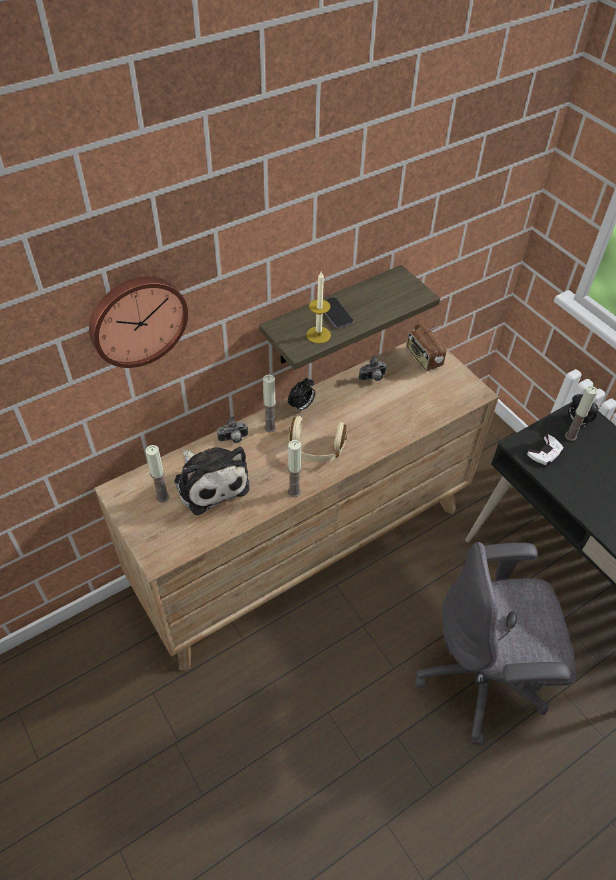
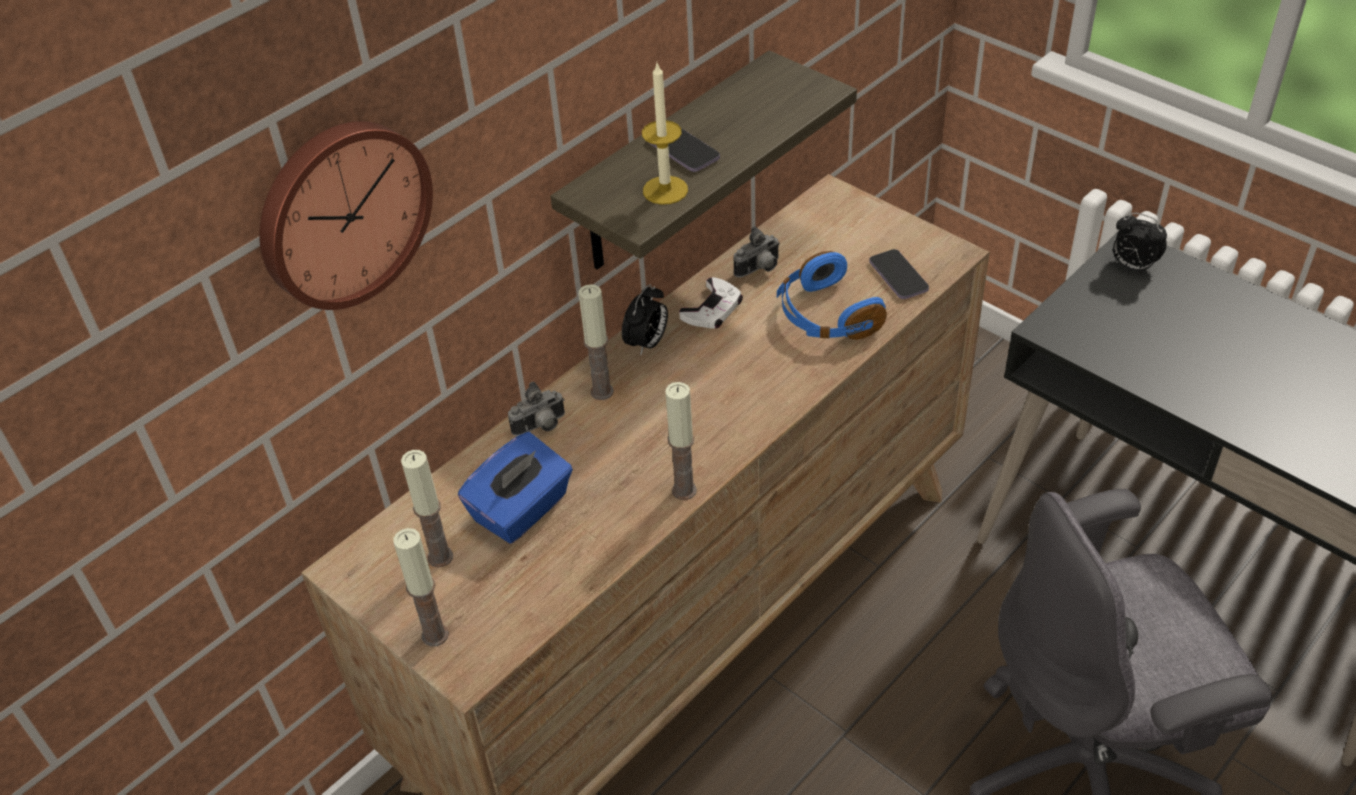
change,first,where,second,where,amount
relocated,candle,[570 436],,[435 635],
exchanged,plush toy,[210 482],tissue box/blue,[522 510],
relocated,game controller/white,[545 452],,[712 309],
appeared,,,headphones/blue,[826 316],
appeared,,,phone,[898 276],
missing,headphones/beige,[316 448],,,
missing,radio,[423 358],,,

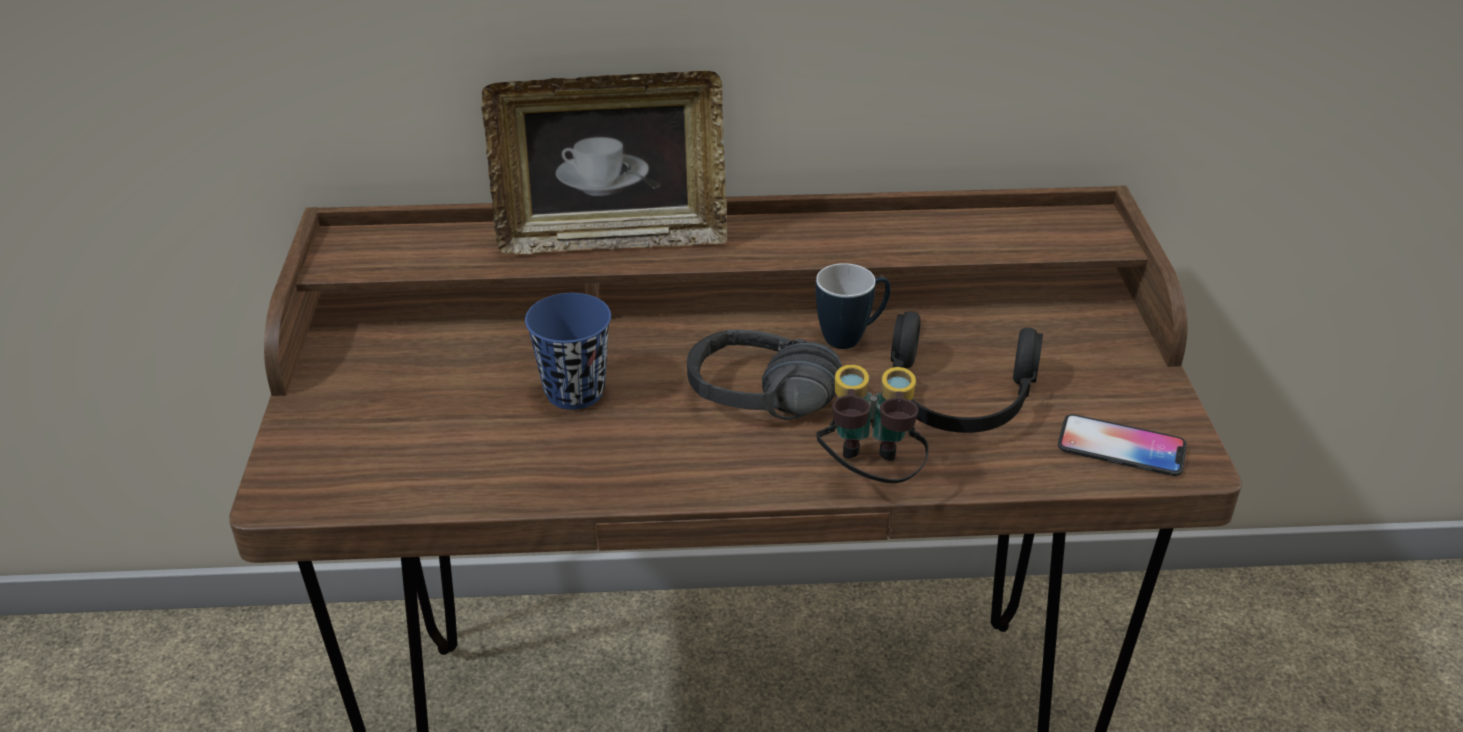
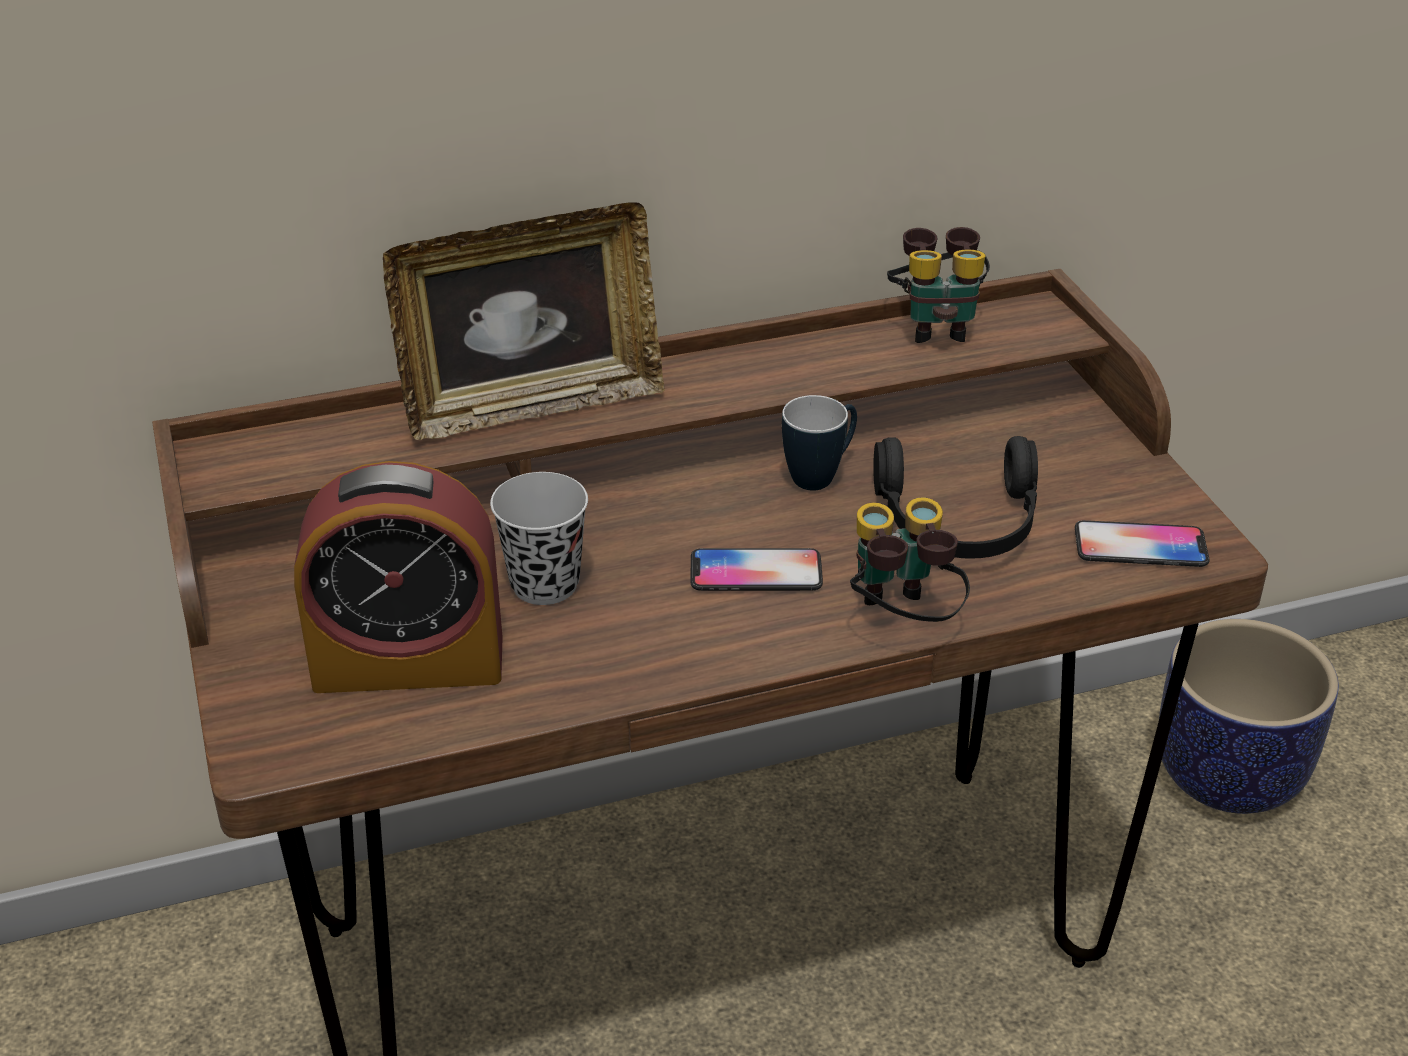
change,first,where,second,where,amount
appeared,,,alarm clock,[408 662],
colour,cup/blue,[574 392],cup/black,[545 584],
exchanged,headphones/black,[758 412],phone,[756 572],
appeared,,,binoculars,[936 326],
appeared,,,planter,[1230 776],

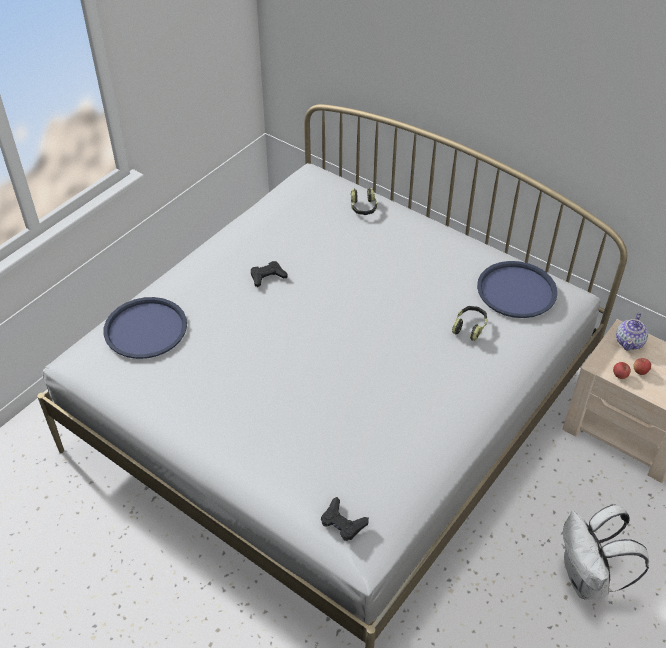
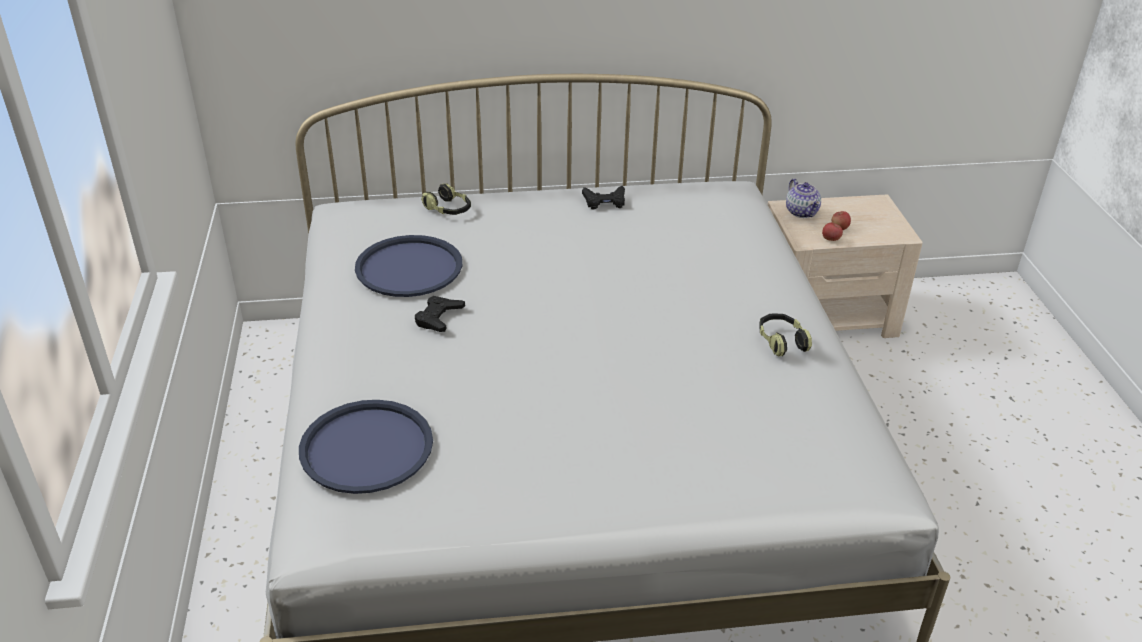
change,first,where,second,where,amount
relocated,tray/blue,[516 290],,[409 268],
relocated,game controller/black,[342 522],,[604 201],
relocated,headphones,[469 327],,[781 341],
missing,backpack/white,[588 579],,,

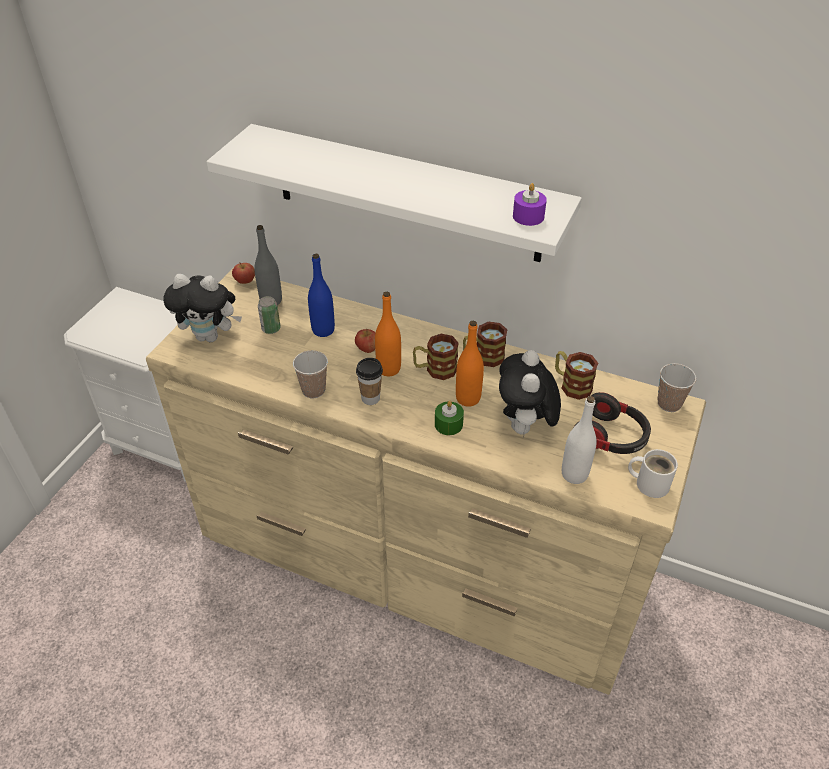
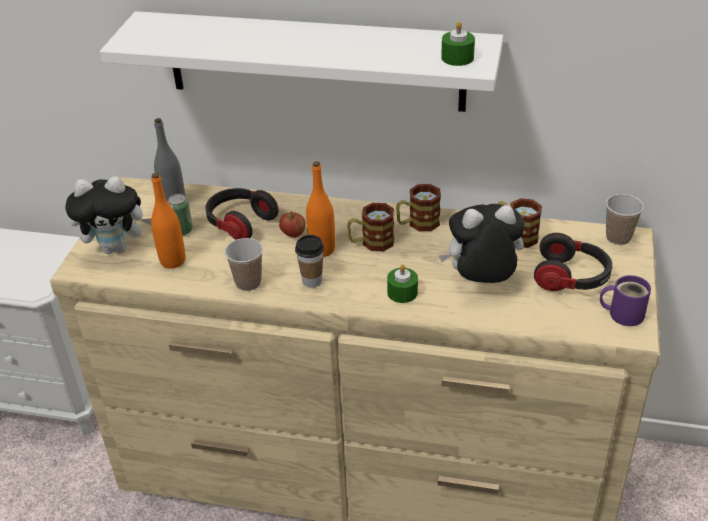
change,first,where,second,where,amount
relocated,bottle/orange,[468 398],,[173 261],
exchanged,bottle/blue,[323 330],headphones,[240 223],
spun,plush toy,[524 427],,[481 282],90 degrees clockwise
colour,candle/purple,[528 216],candle/green,[457 58],
colour,mug/white,[649 483],mug/purple,[623 313],
missing,apple,[245 281],,,
missing,bottle/white,[574 474],,,

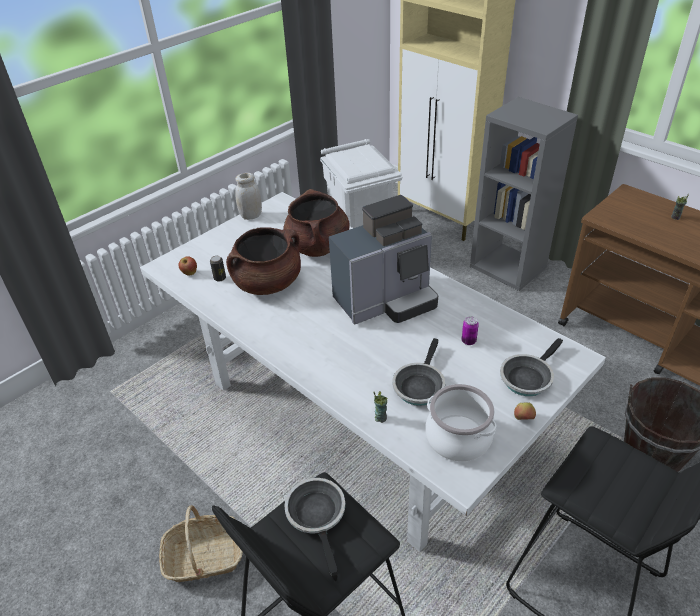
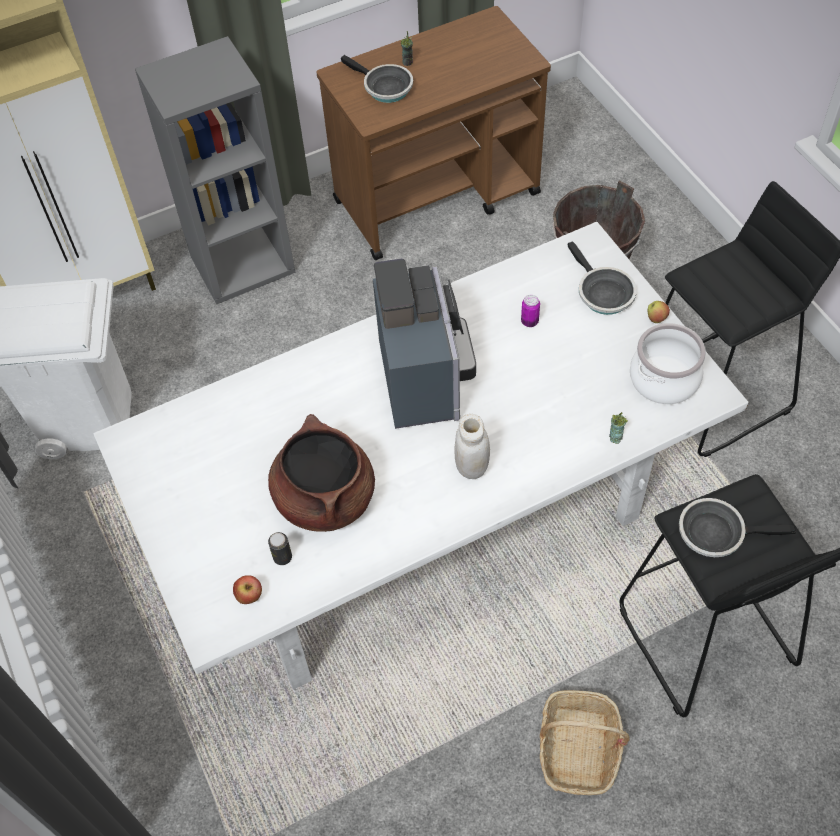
change,first,where,second,where,amount
relocated,frying pan,[419 385],,[384 87],
relocated,jar/white,[251 216],,[471 467],
missing,cooking pot/brown,[318 247],,,

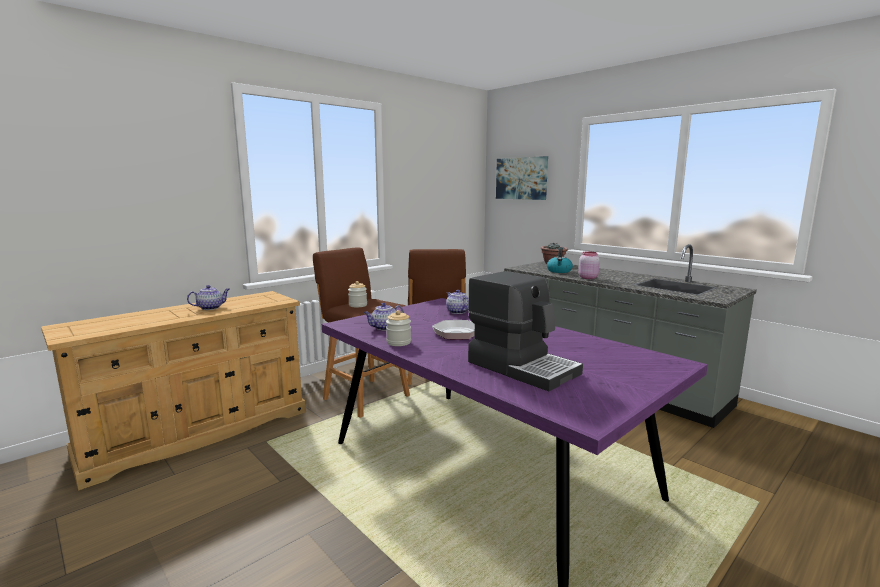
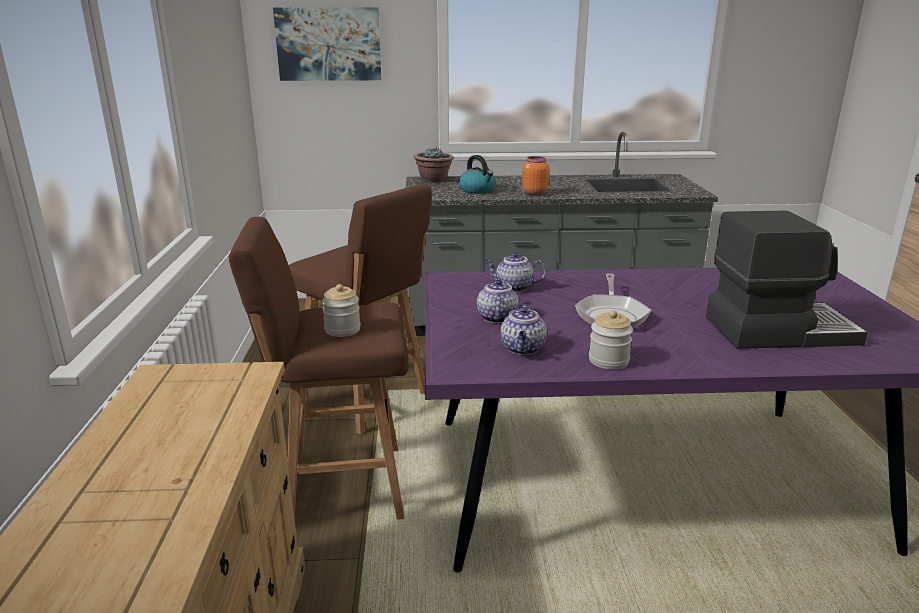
change,first,where,second,where,amount
relocated,teapot,[211 308],,[496 317],
colour,jar/pink,[587 278],jar/orange,[533 193],

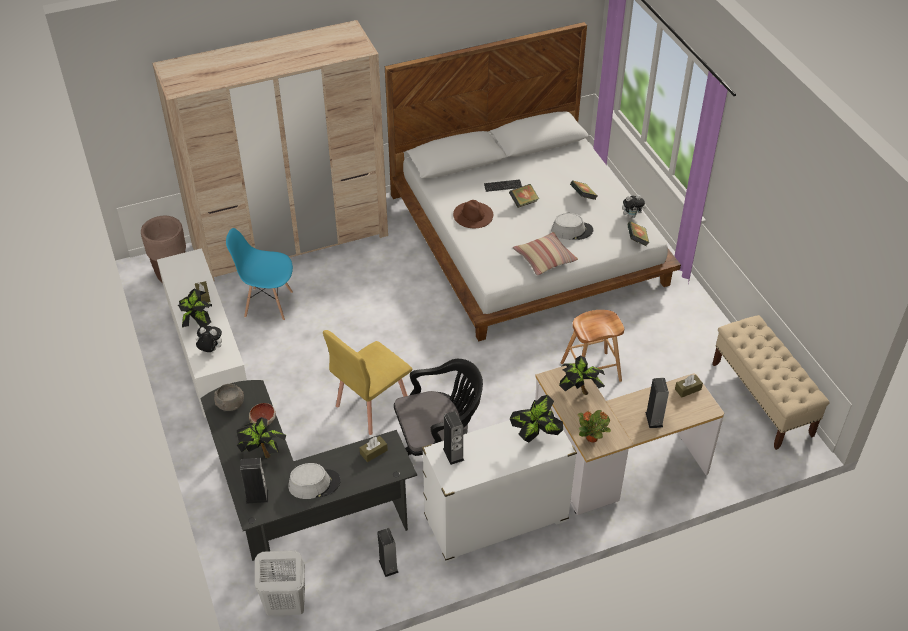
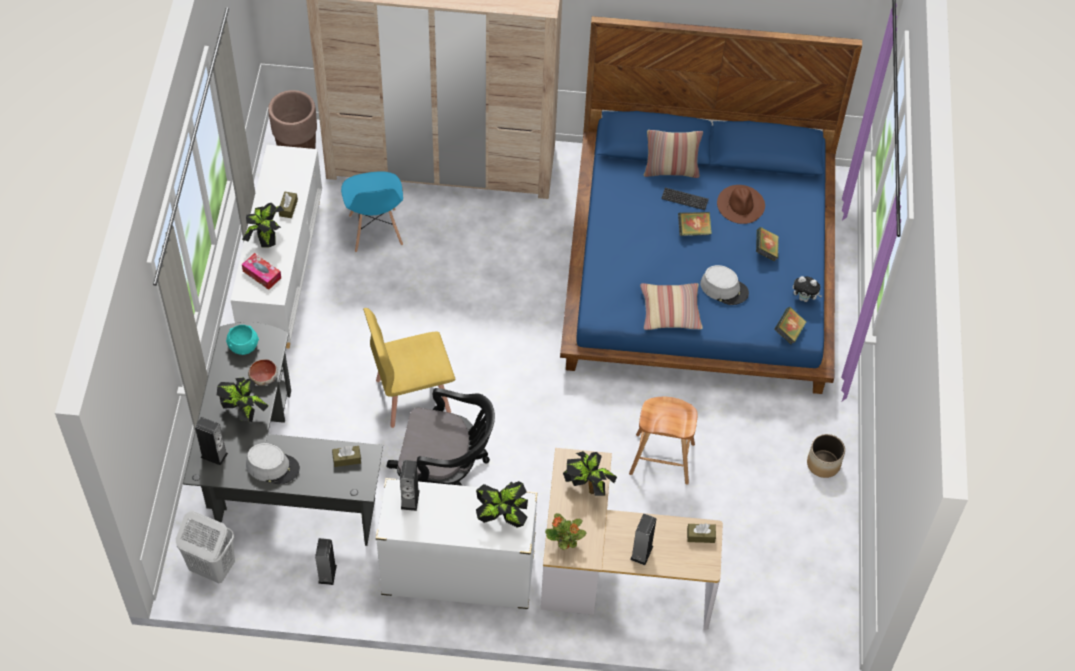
change,first,where,second,where,amount
colour,bowl/grey,[230 404],bowl/turquoise,[243 345],
exchanged,plush toy,[210 350],tissue box,[262 274],
spun,chair/blue,[268 304],,[375 231],135 degrees counterclockwise
colour,bed/white,[528 239],bed/blue,[700 267],
appeared,,,pillow,[671 170],
relocated,hat/brown,[473 215],,[741 204],
appeared,,,planter,[823 464],
missing,bench/beige,[762 399],,,

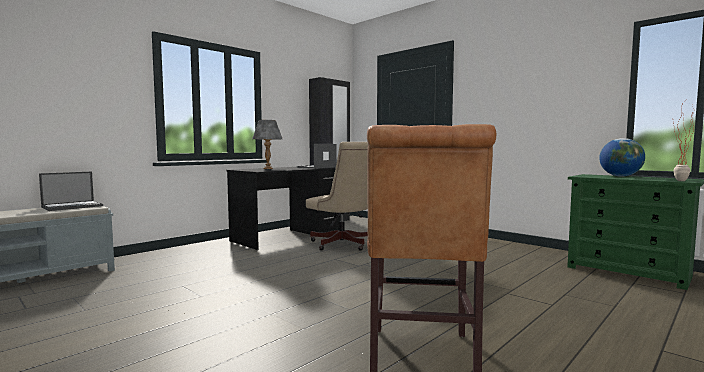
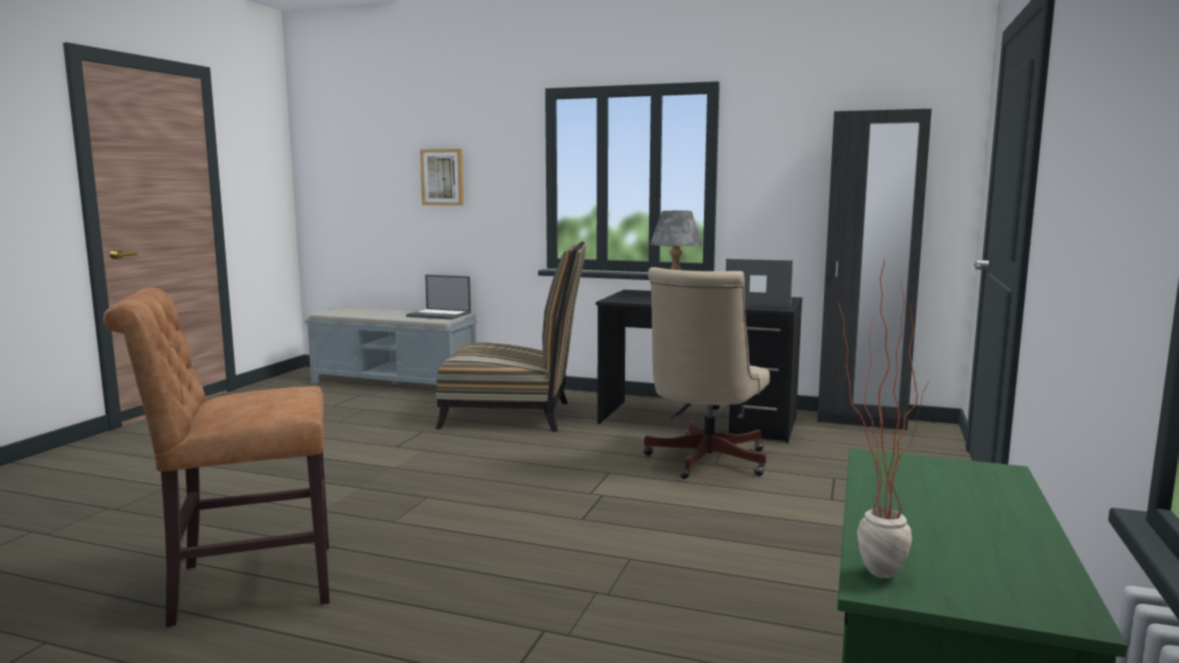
change,first,where,second,where,amount
appeared,,,picture,[442 177],
appeared,,,chair,[515 415],
missing,globe,[620 176],,,

